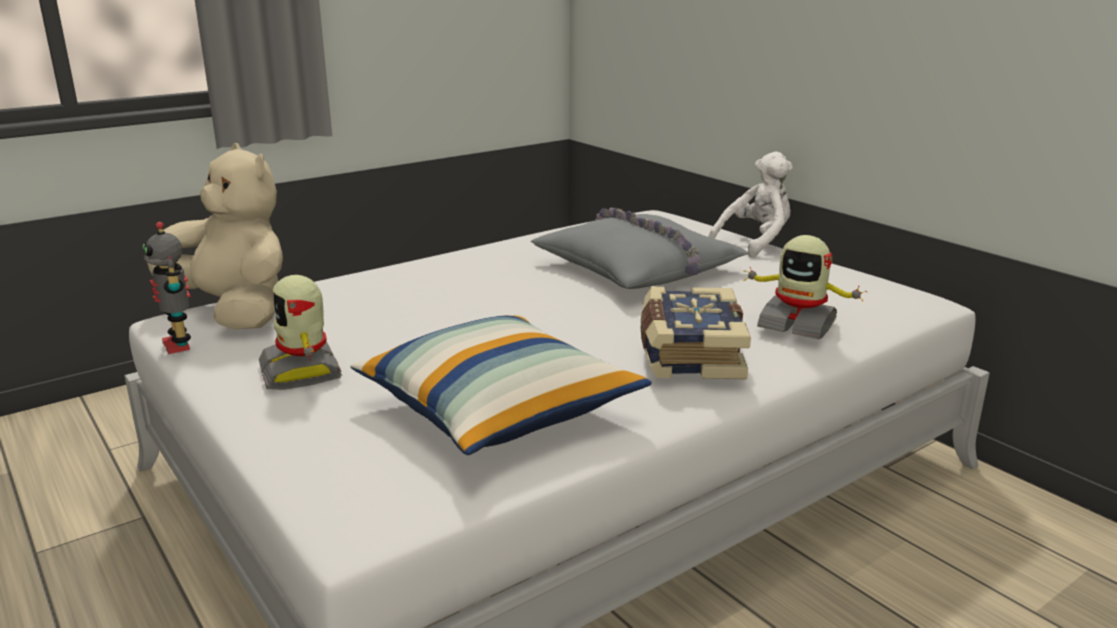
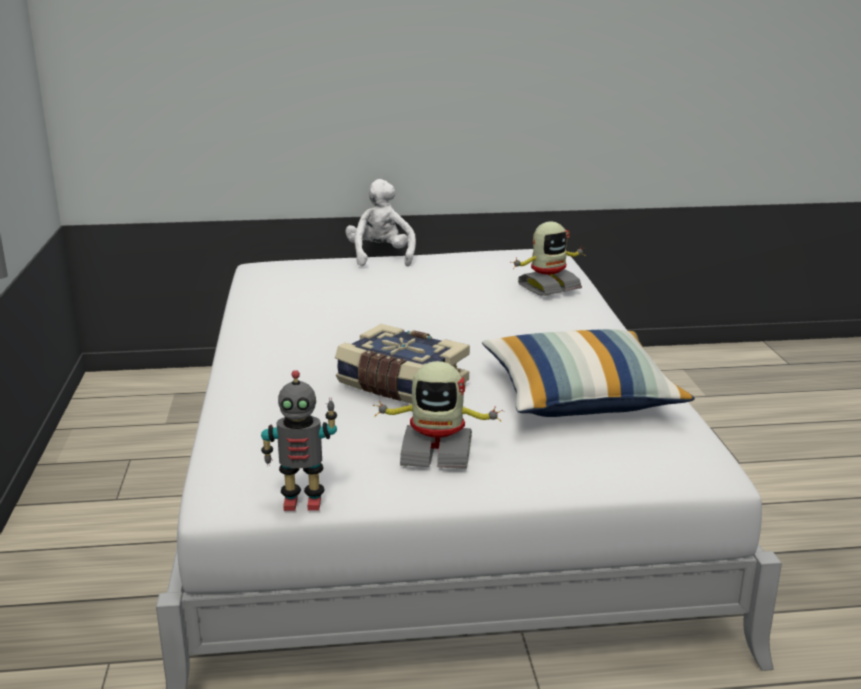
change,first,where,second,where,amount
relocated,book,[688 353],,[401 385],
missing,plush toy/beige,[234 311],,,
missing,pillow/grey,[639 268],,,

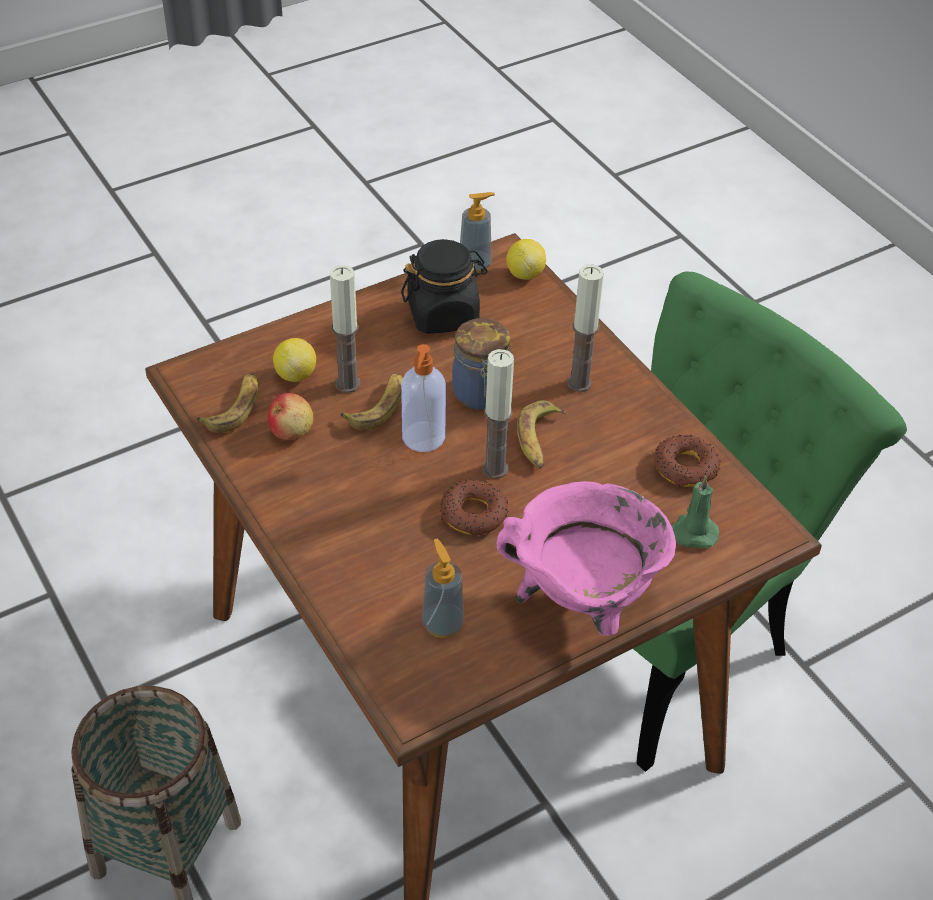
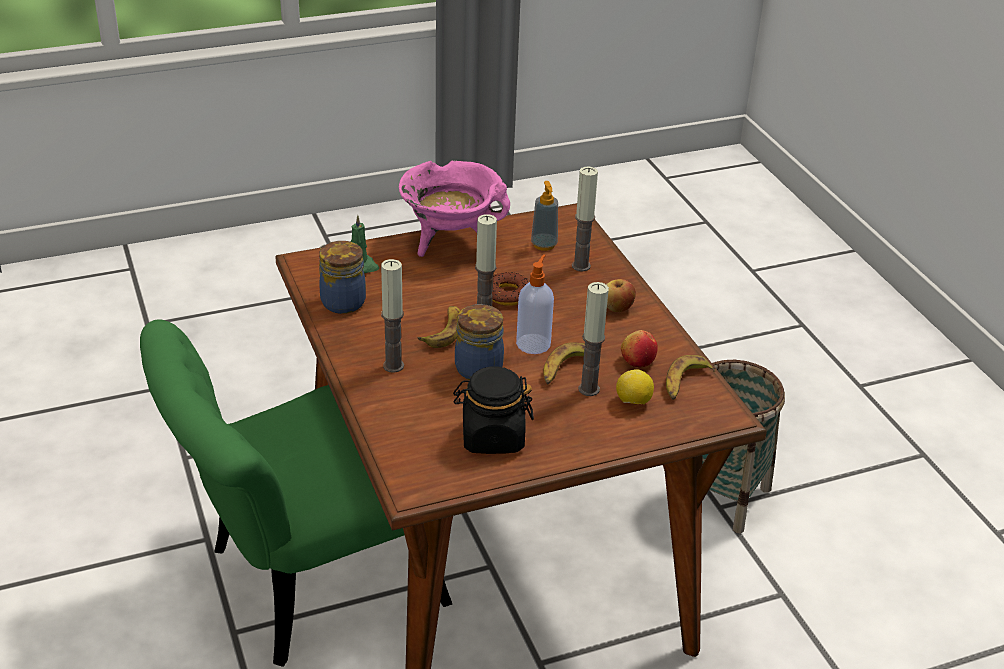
change,first,where,second,where,amount
exchanged,donut,[685 467],jar,[341 301],
appeared,,,candle,[581 266],
appeared,,,apple,[617 308],
missing,soap dispenser,[475 265],,,
missing,lemon,[525 274],,,

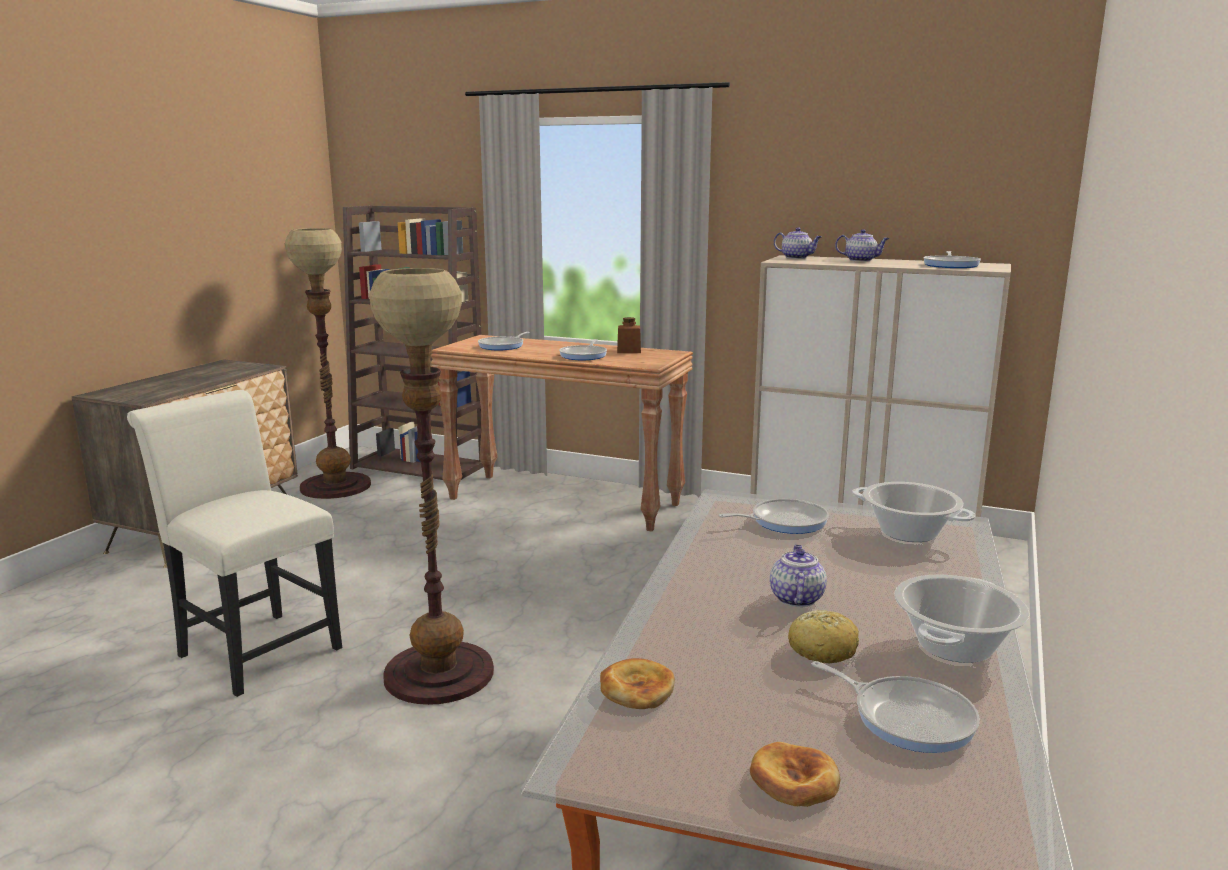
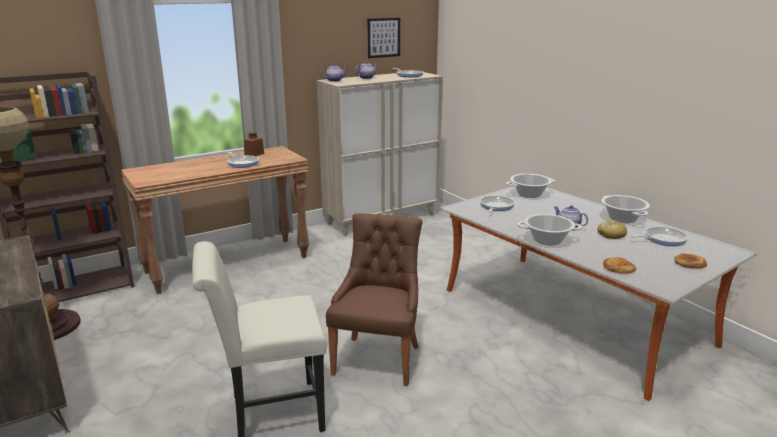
change,first,where,second,where,amount
exchanged,floor lamp,[440 673],chair/brown,[378 358],
appeared,,,picture,[383 37],
appeared,,,cooking pot,[547 240],
missing,frying pan,[503 346],,,

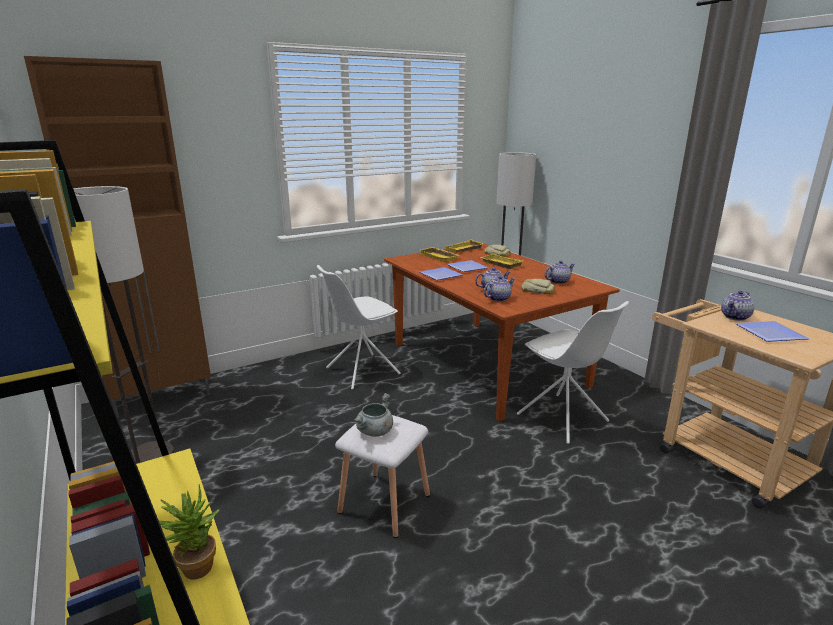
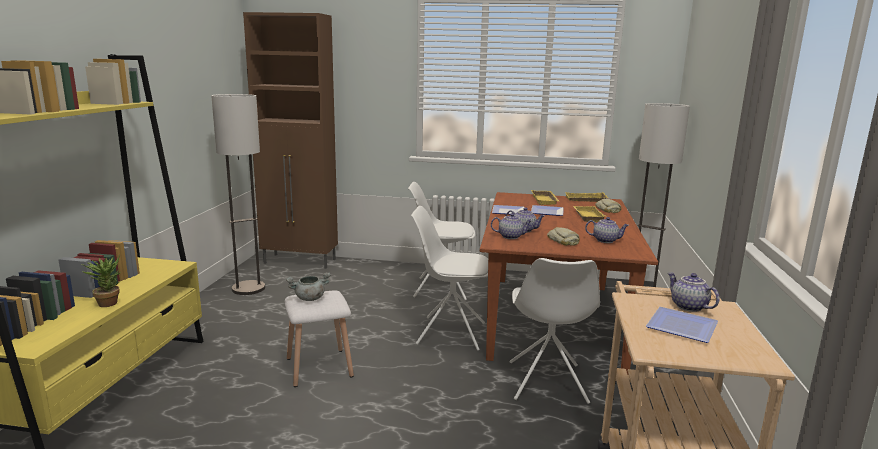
change,first,where,second,where,amount
appeared,,,chair/white,[449 333],
spun,teapot,[735 317],,[688 307],60 degrees clockwise

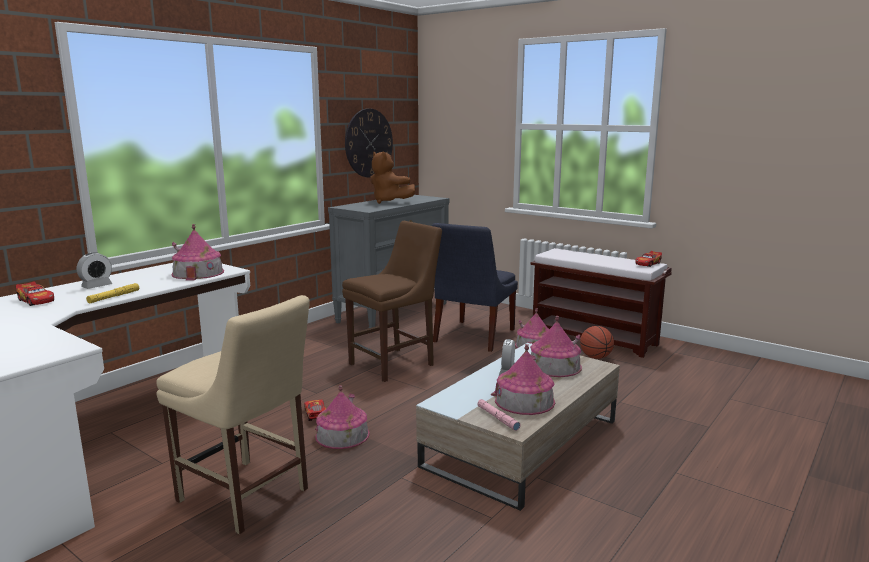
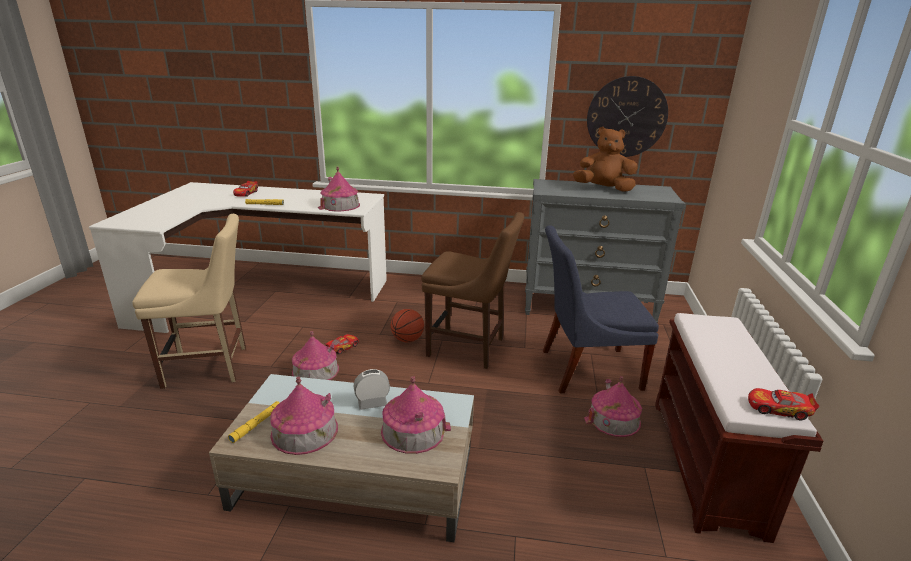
change,first,where,second,where,amount
spun,chair/beige,[247 497],,[211 366],105 degrees counterclockwise
colour,flashlight/pink,[497 418],flashlight/yellow,[256 424],
relocated,basketball,[595 357],,[407 339],
spun,plush toy/brown,[389 202],,[603 189],90 degrees clockwise
missing,alarm clock,[97 286],,,

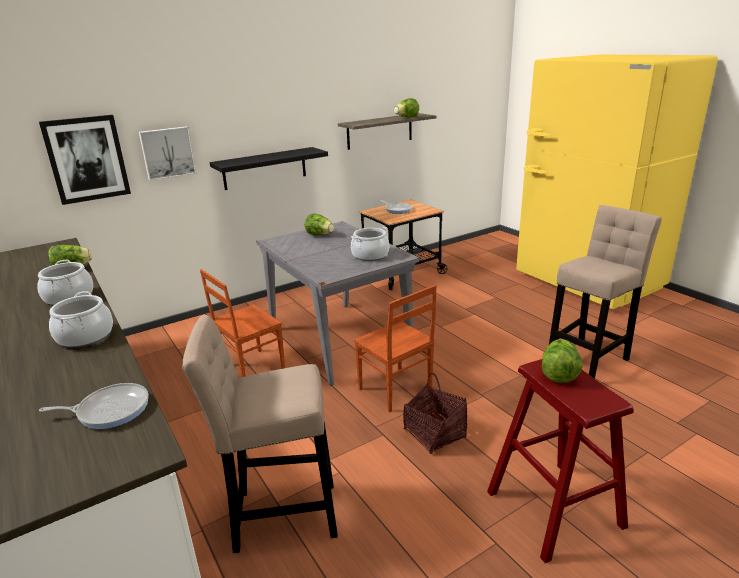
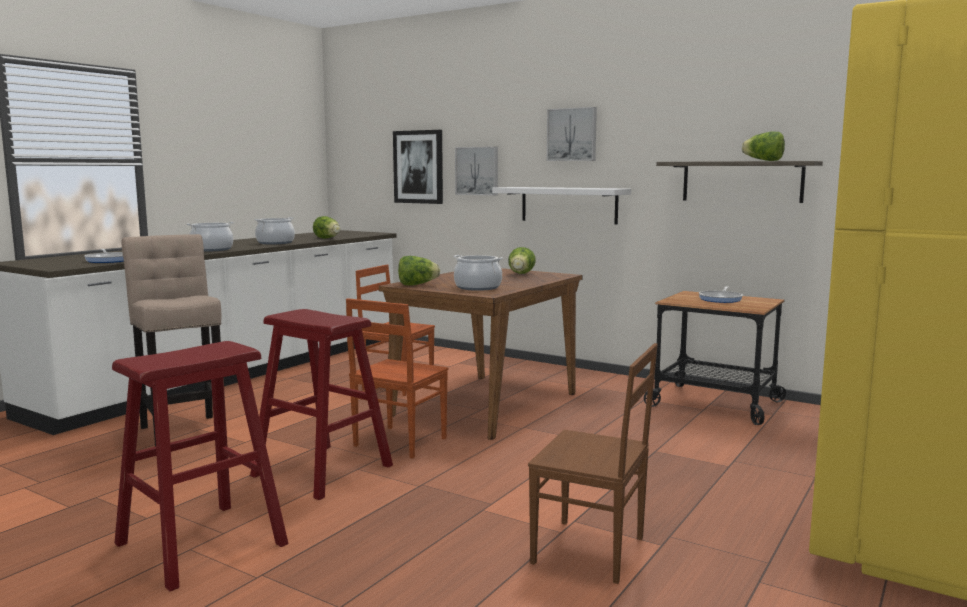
change,first,where,second,where,amount
exchanged,basket,[434 434],stool/red,[322 470],
colour,dining table/grey,[340 340],dining table/brown,[485 405],
relocated,lettuce,[558 373],,[417 285],
colour,shelf/black,[265 168],shelf/white,[568 205],
exchanged,stool/beige,[589 360],chair/brown,[590 551],
appeared,,,picture,[572 134],

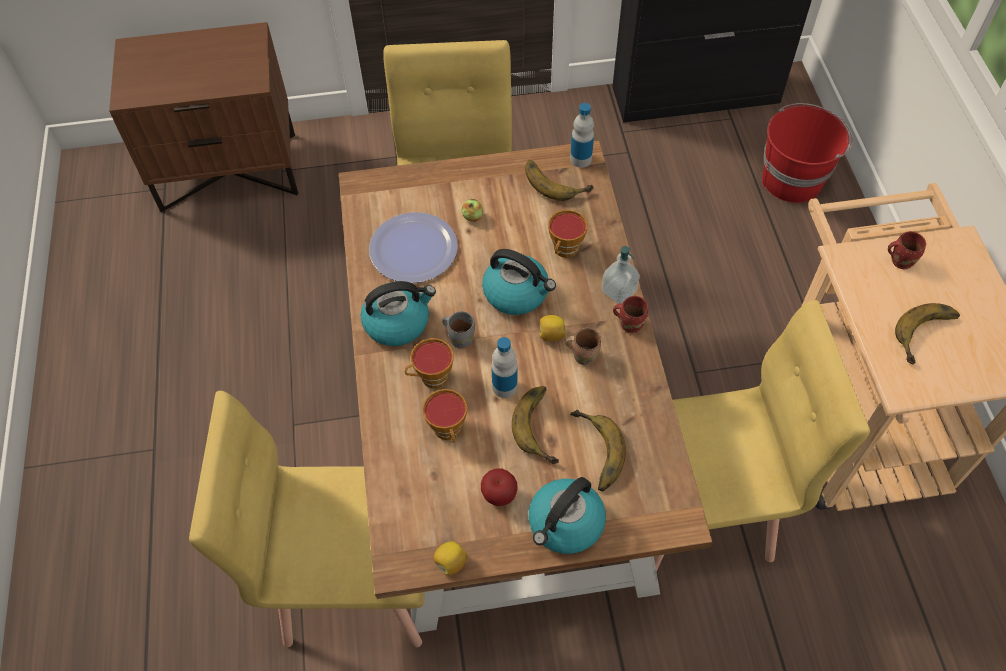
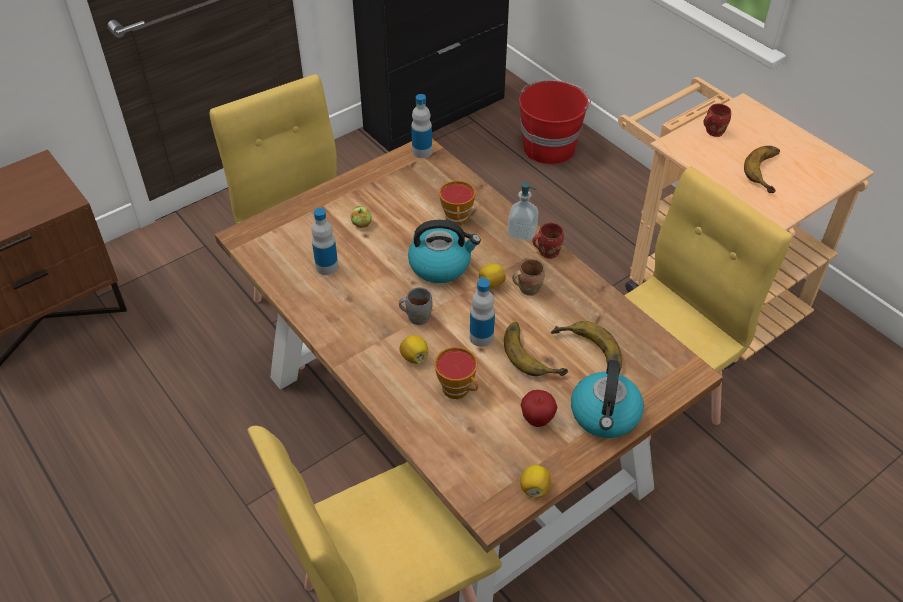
change,first,where,second,where,amount
exchanged,plate,[413 249],bottle,[327 267],
exchanged,cup,[431 378],lemon,[414 357],
missing,kettle,[398 322],,,
missing,banana,[556 180],,,

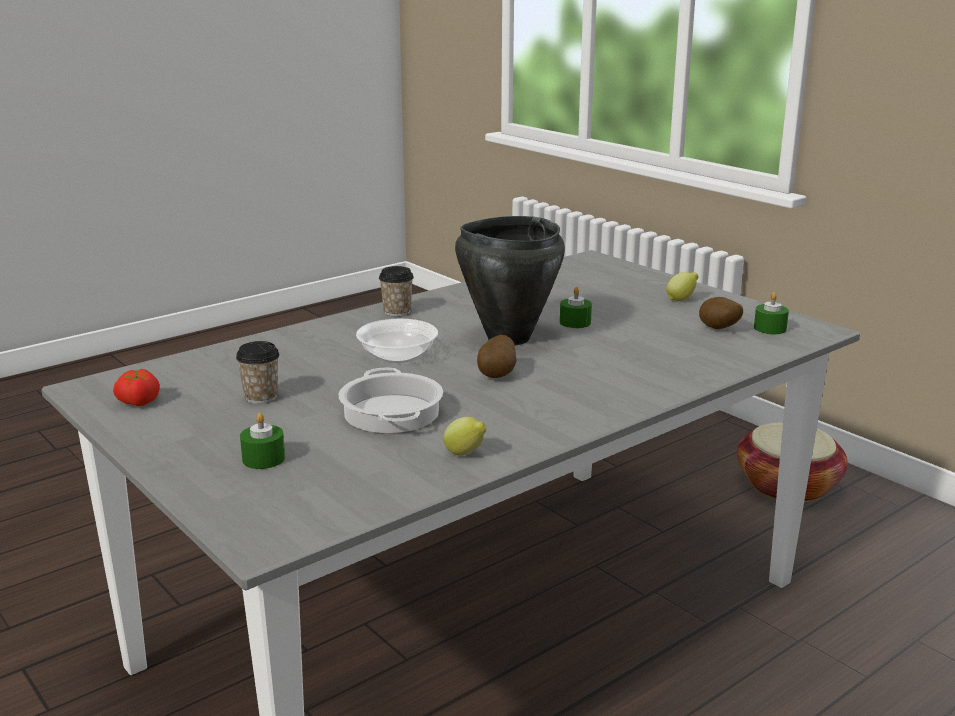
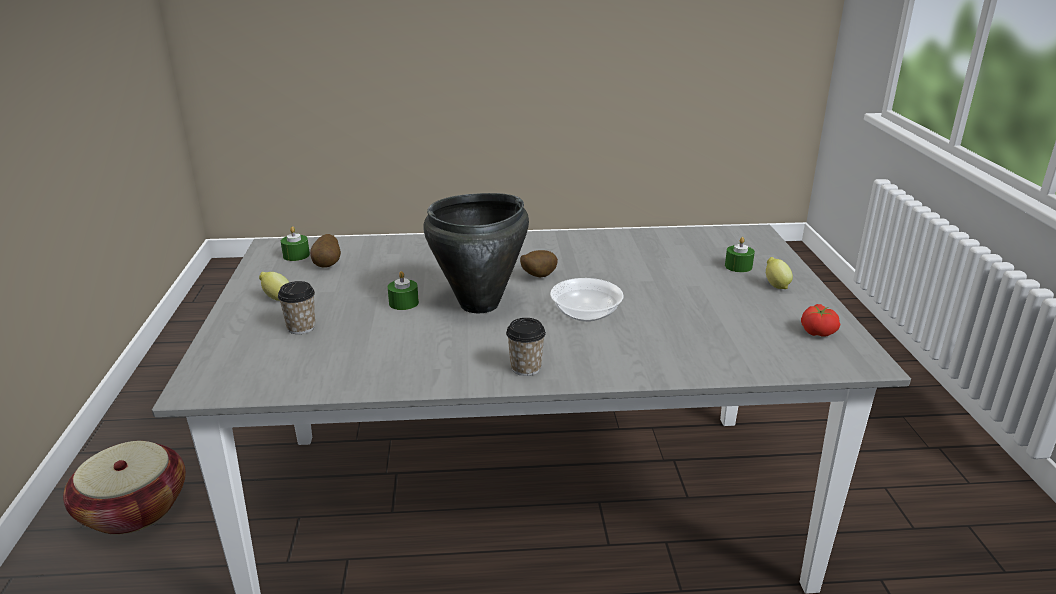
change,first,where,second,where,amount
relocated,cup,[261 397],,[301 327],
relocated,lemon,[465 454],,[775 285],
missing,cooking pot,[392 413],,,

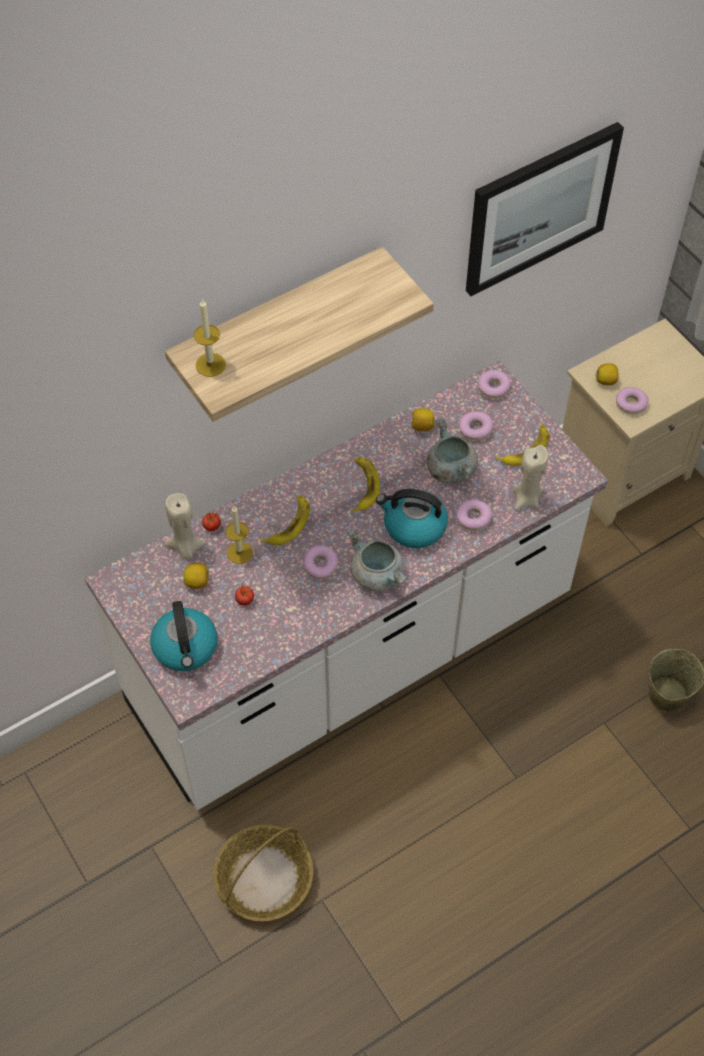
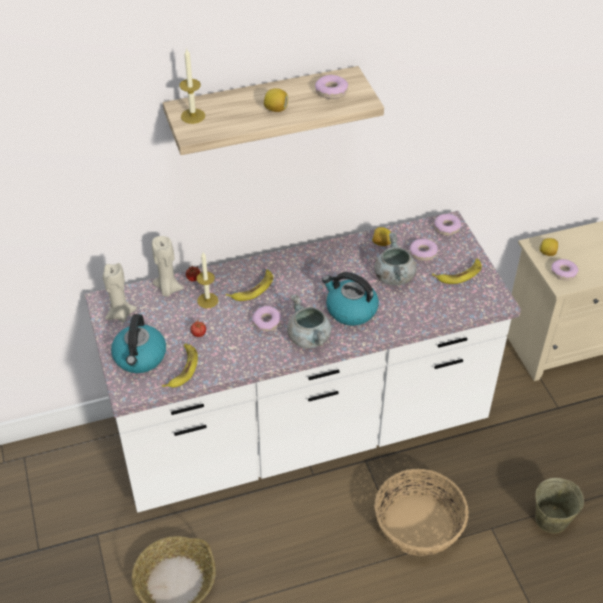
change,first,where,second,where,amount
relocated,candle/beige,[526 499],,[120 314],
relocated,banana,[363 486],,[182 368],
relocated,lemon,[197 582],,[276 109],
relocated,donut,[473 518],,[331 91],
appeared,,,basket,[419 525],
missing,picture,[540 208],,,

